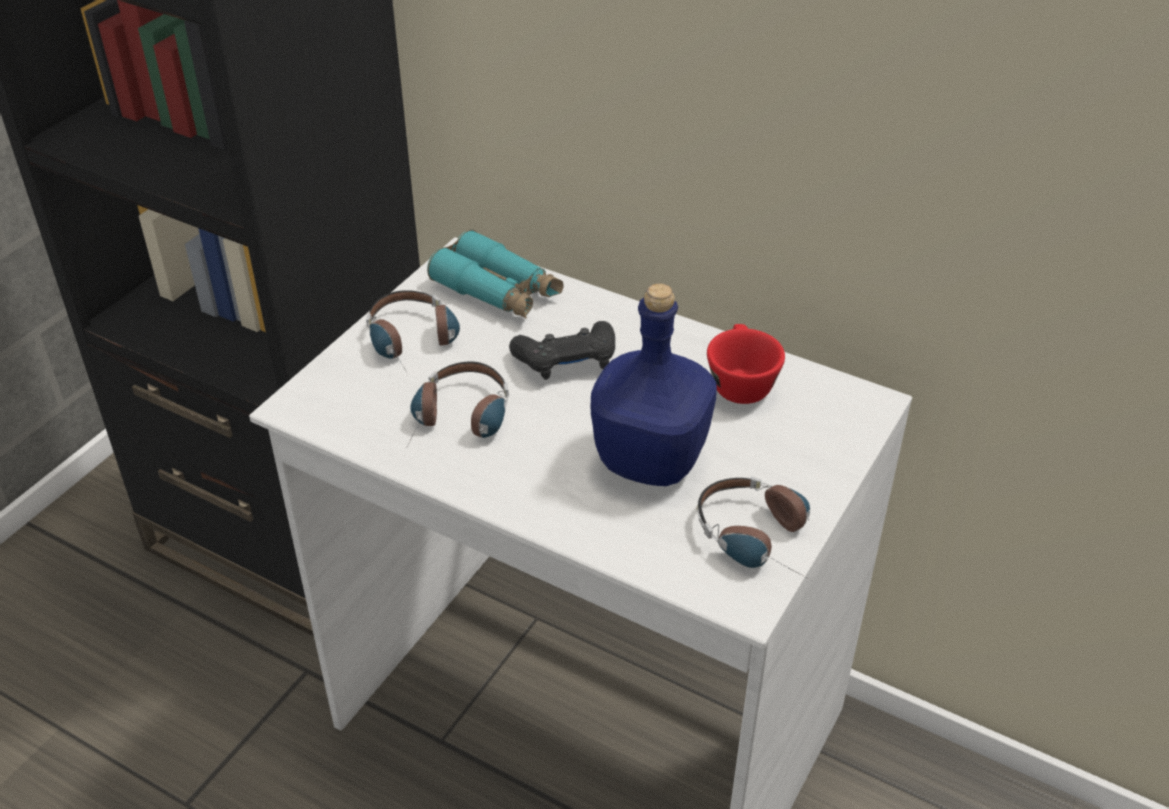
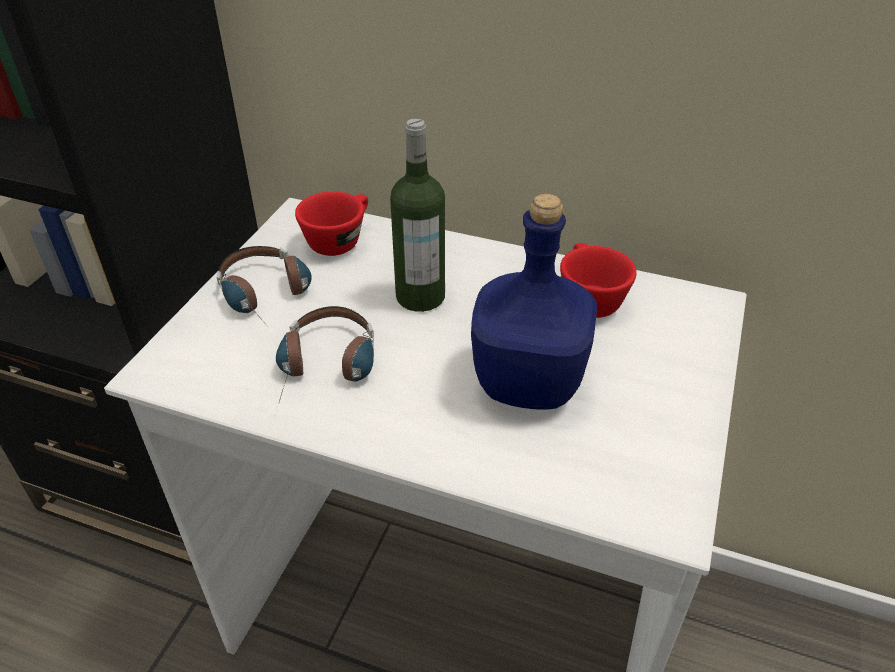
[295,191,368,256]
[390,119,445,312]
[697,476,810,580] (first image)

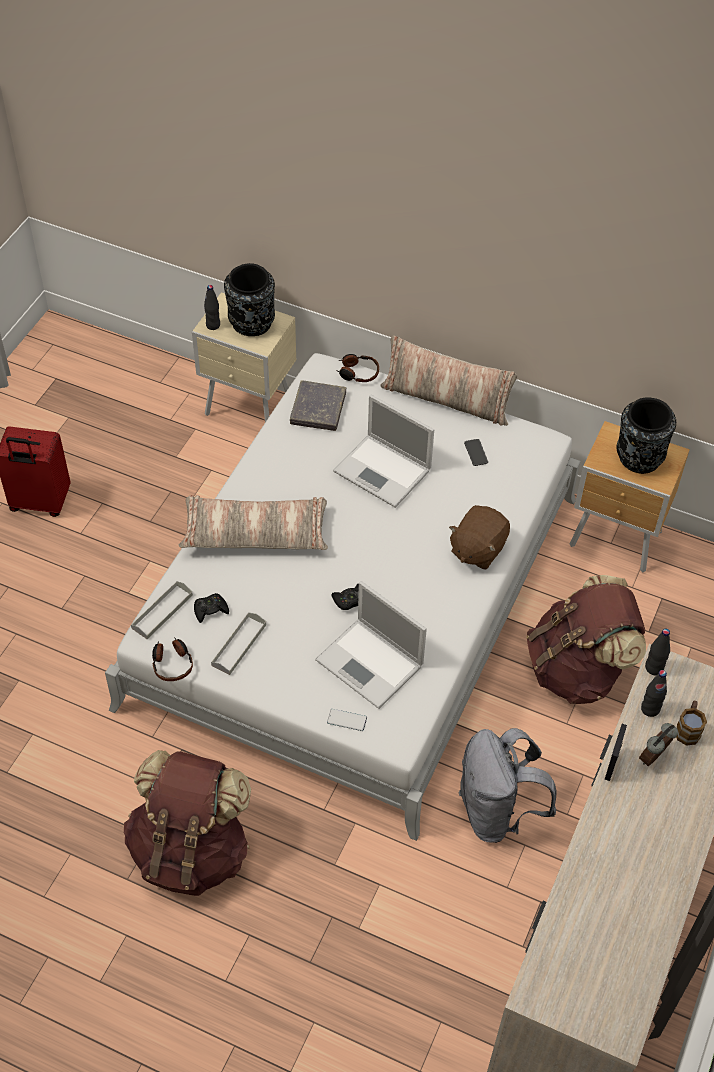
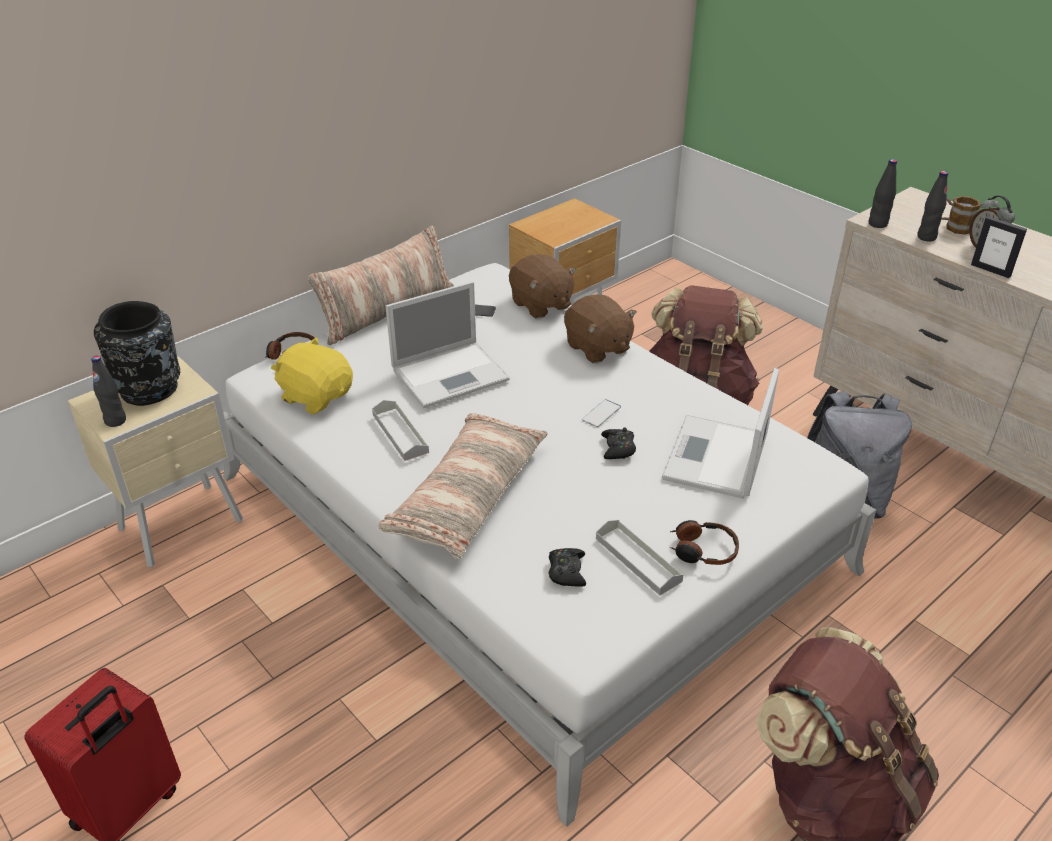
[271,337,353,415]
[372,400,429,461]
[509,254,576,319]
[582,399,621,427]
[662,368,779,499]
[670,520,739,565]
[616,398,676,474] (first image)

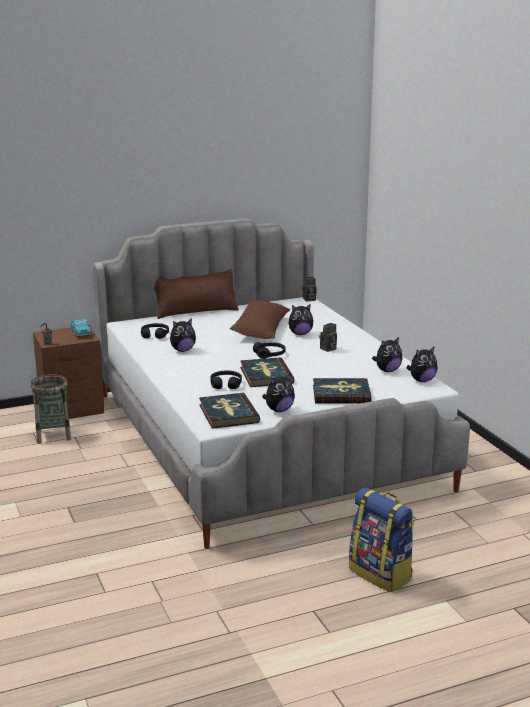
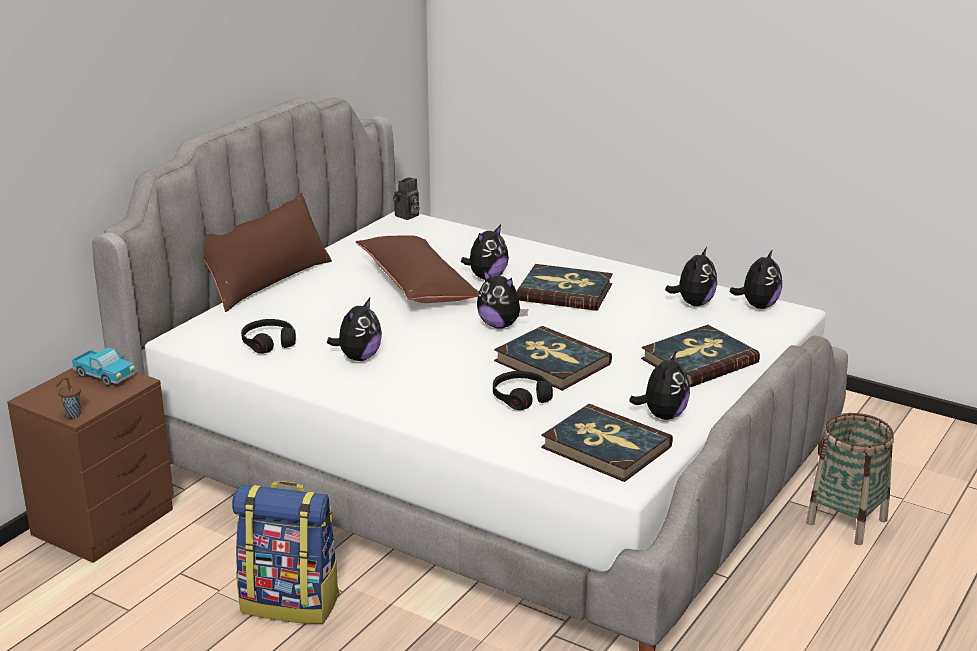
[232,481,340,624]
[477,270,528,329]
[517,264,613,311]
[806,413,894,545]

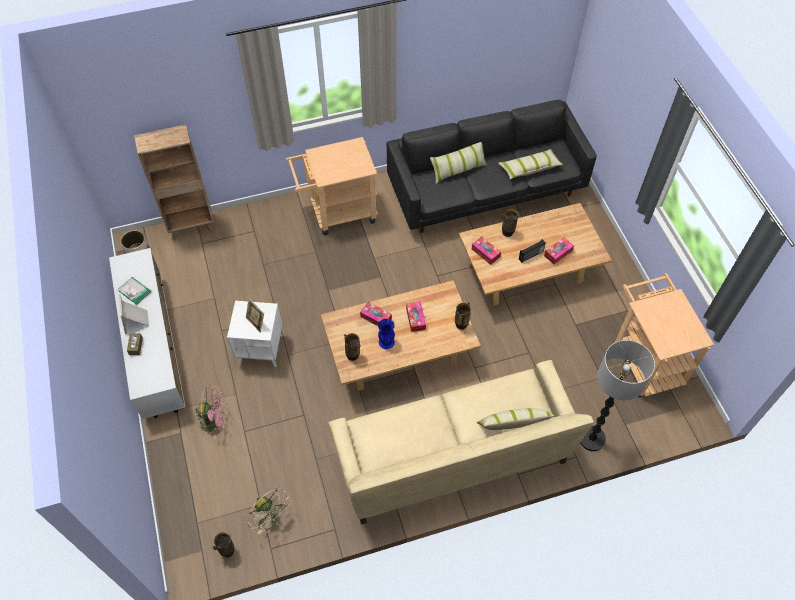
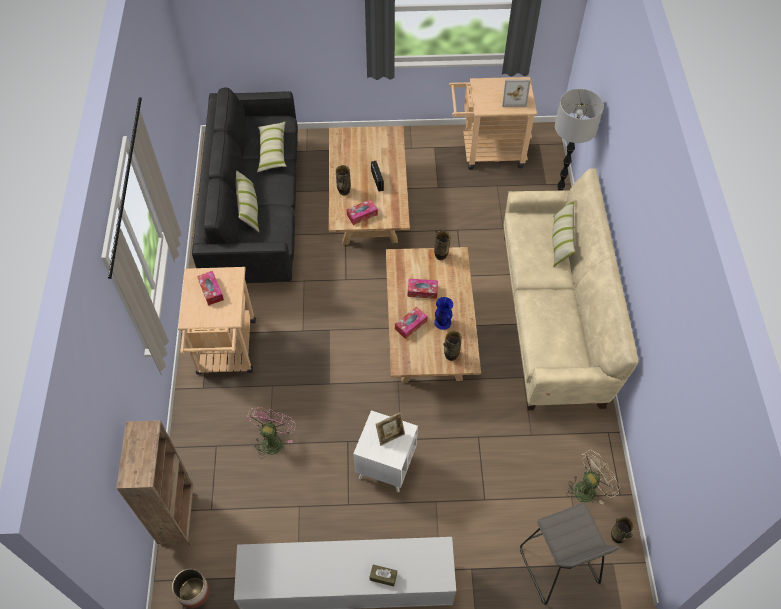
[197,271,224,306]
[246,407,296,459]
[502,80,531,107]
[520,503,620,605]
[117,277,151,305] (first image)

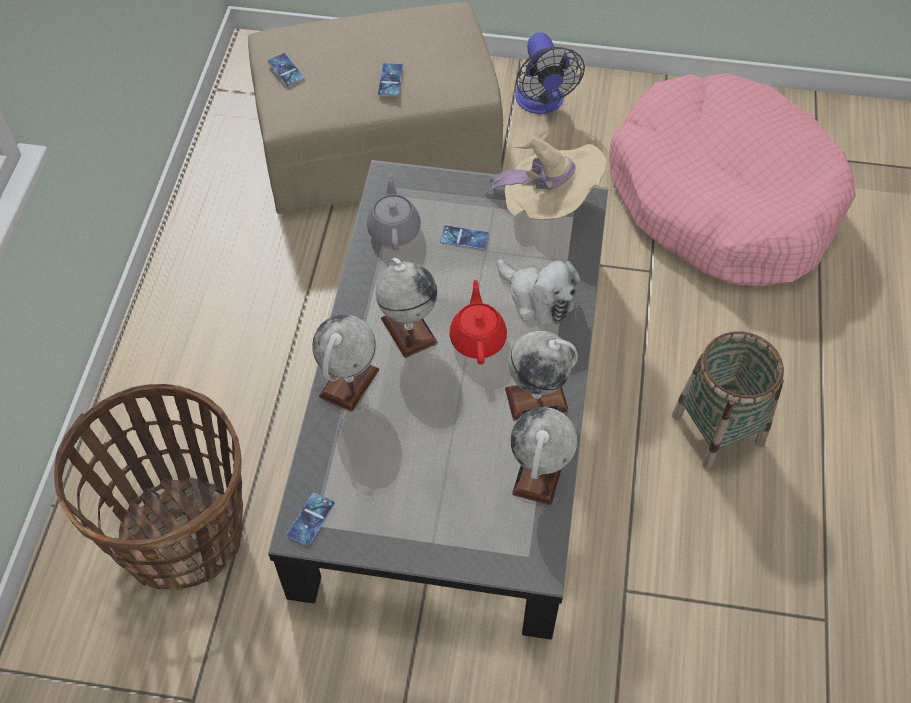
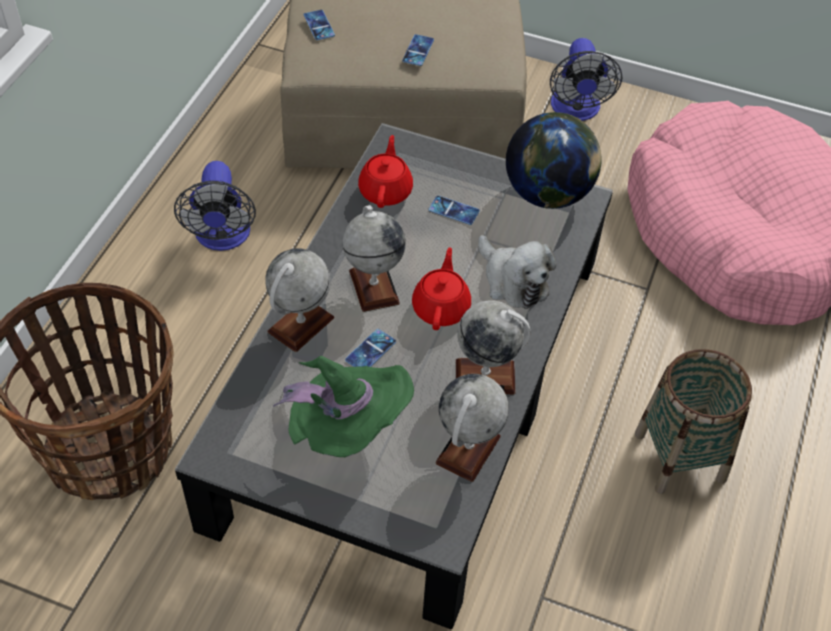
[174,161,256,251]
[273,356,414,457]
[345,329,396,367]
[358,135,413,208]
[506,112,602,209]

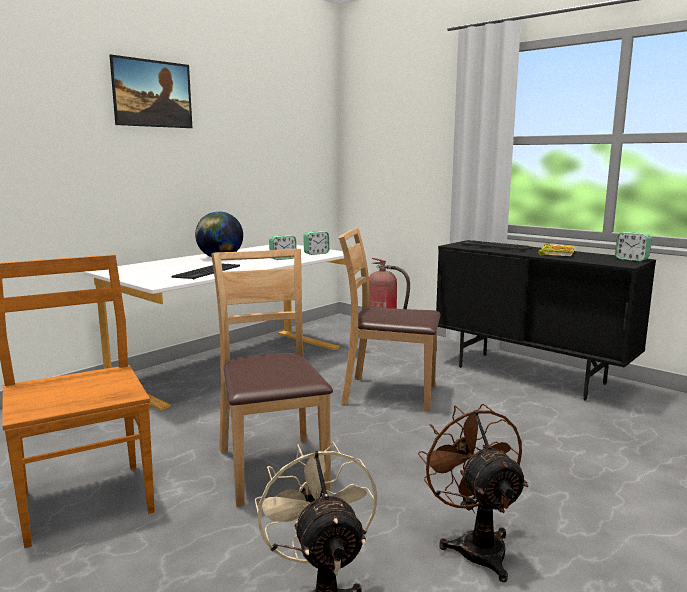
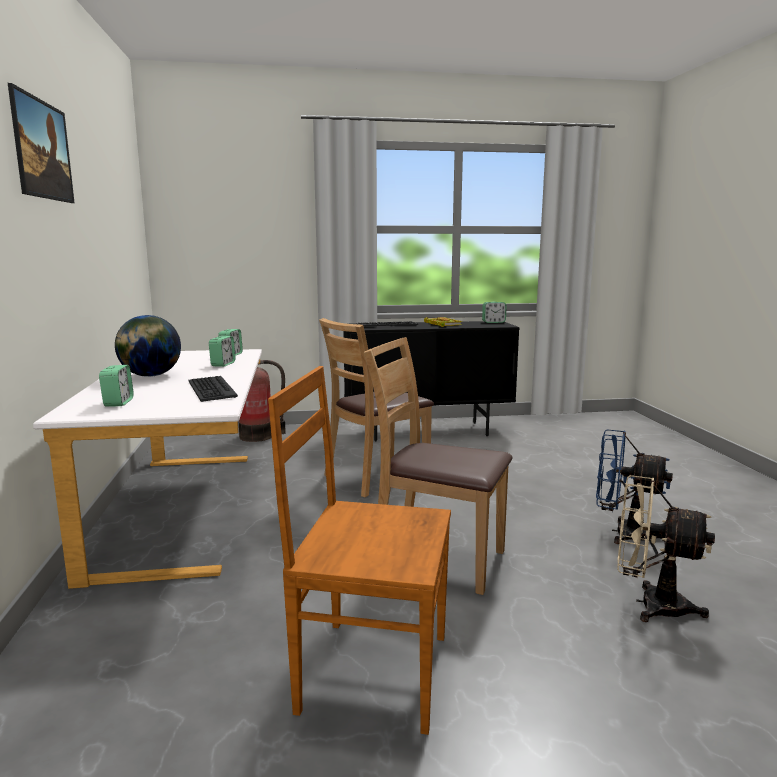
[99,365,134,407]
[596,429,673,544]

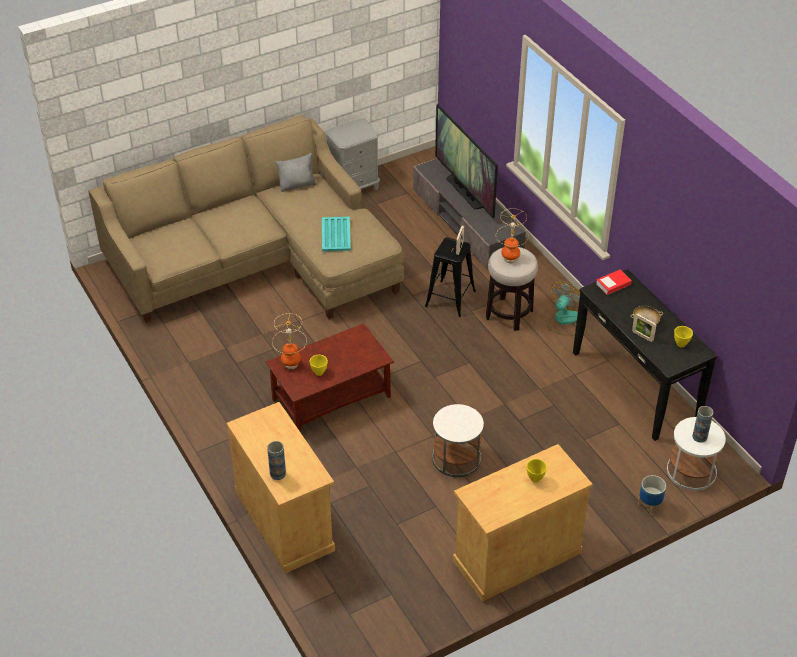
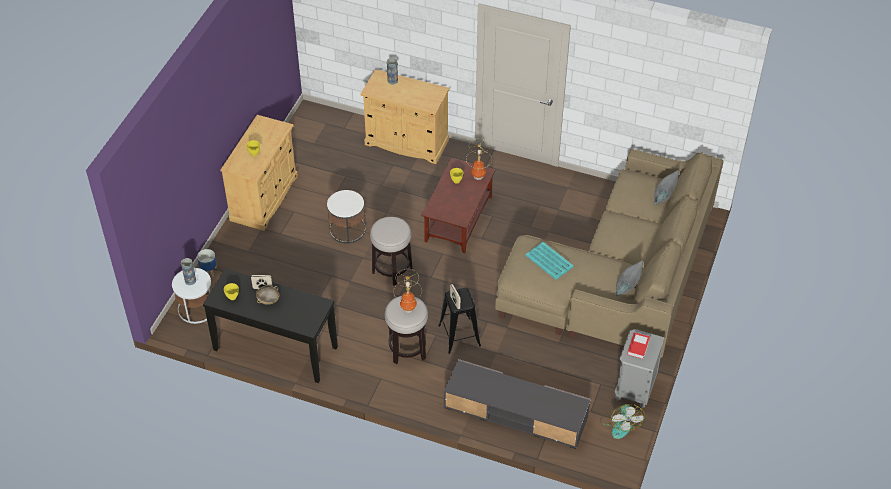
[370,217,412,286]
[600,404,645,439]
[627,332,650,359]
[654,170,679,205]
[435,104,498,218] (first image)

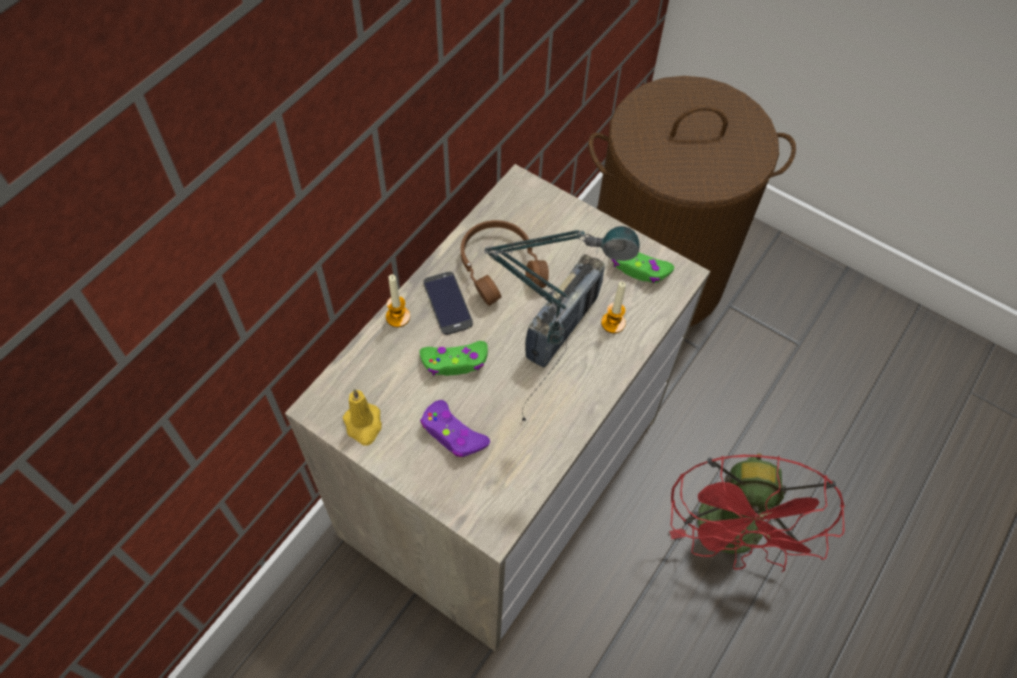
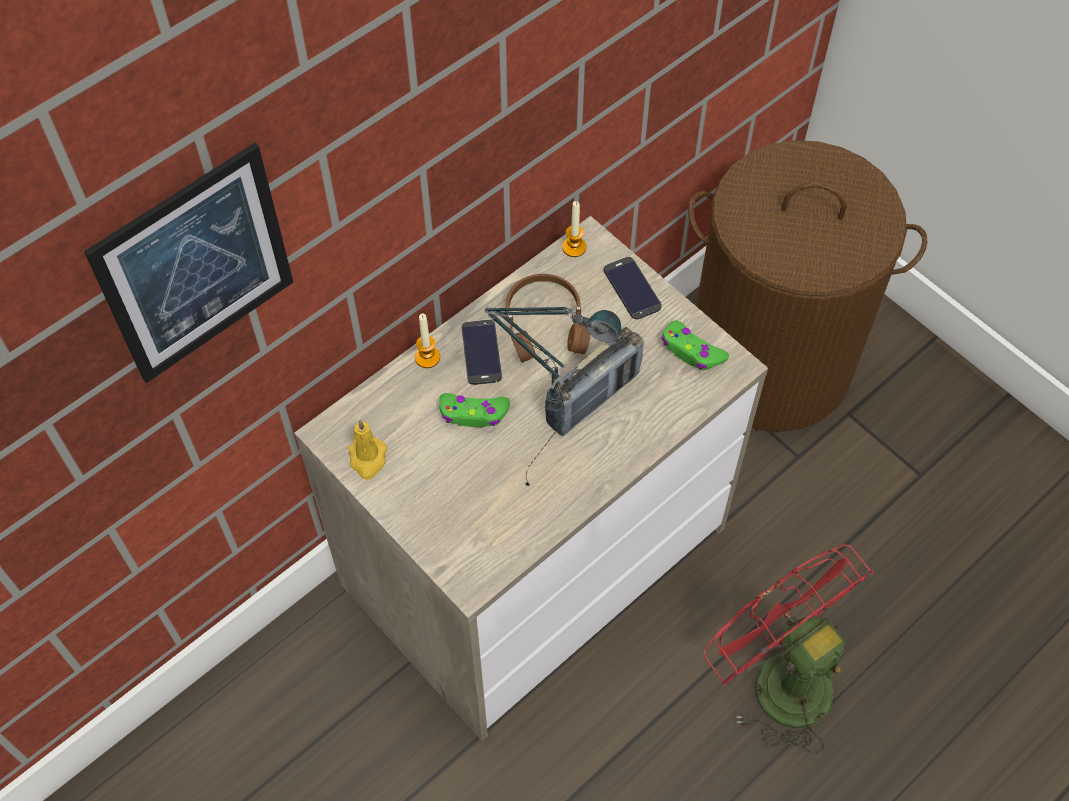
[84,143,293,383]
[562,201,586,257]
[604,257,662,319]
[703,544,874,754]
[420,400,490,457] (first image)

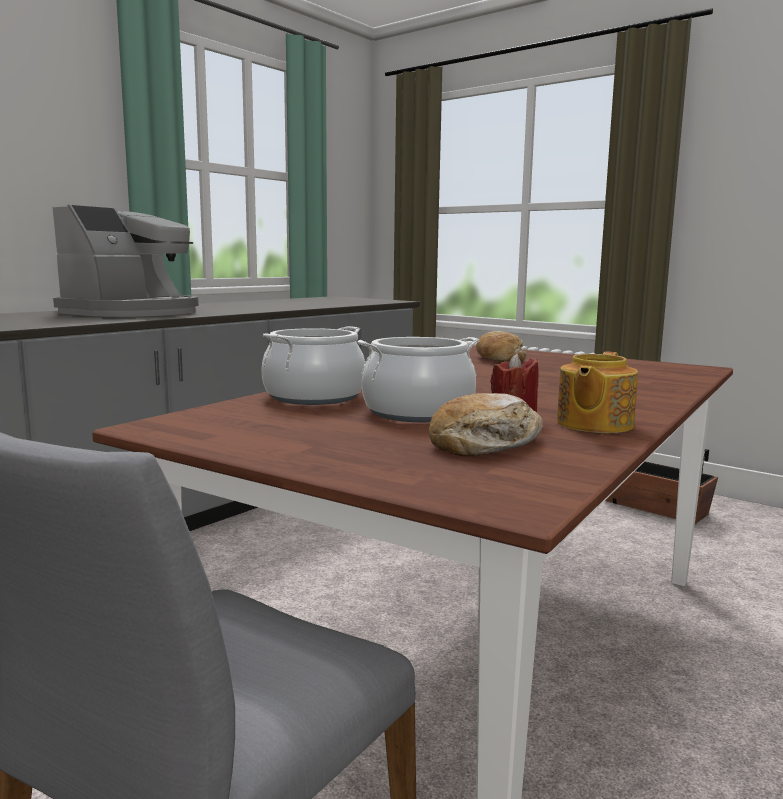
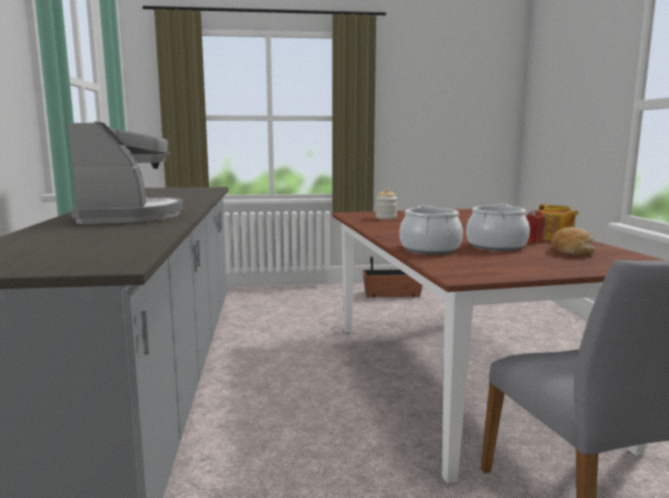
[375,188,397,219]

